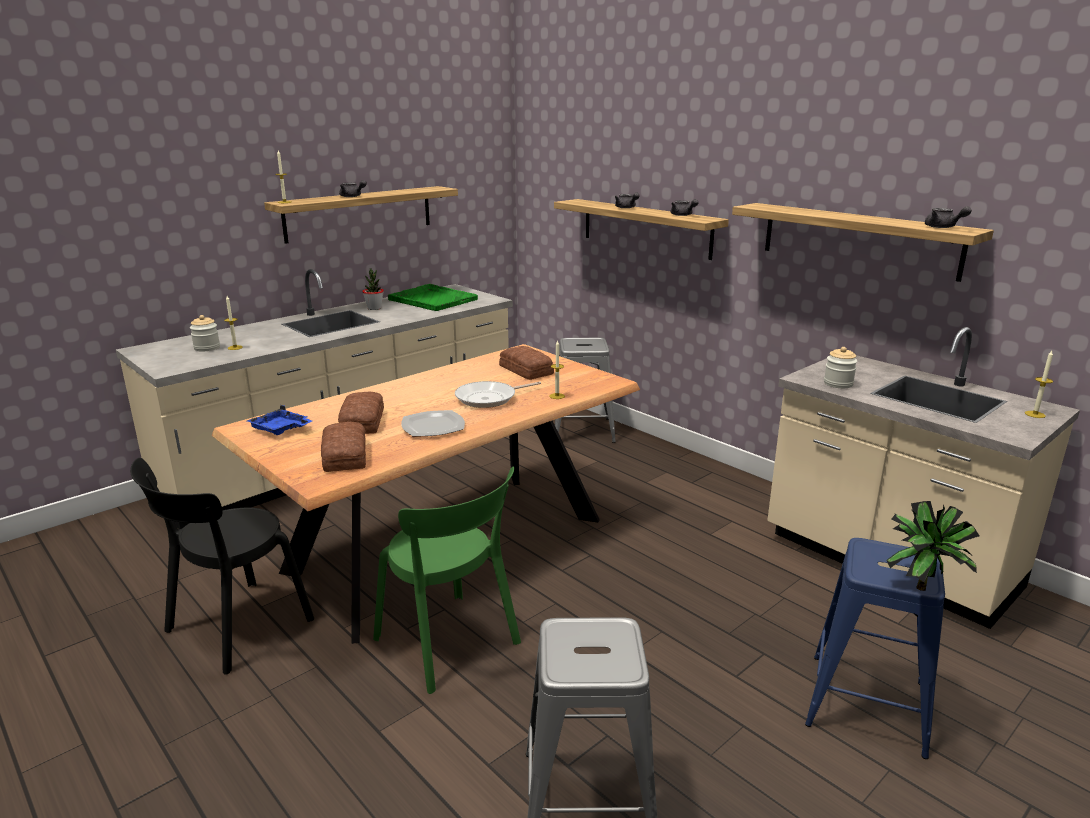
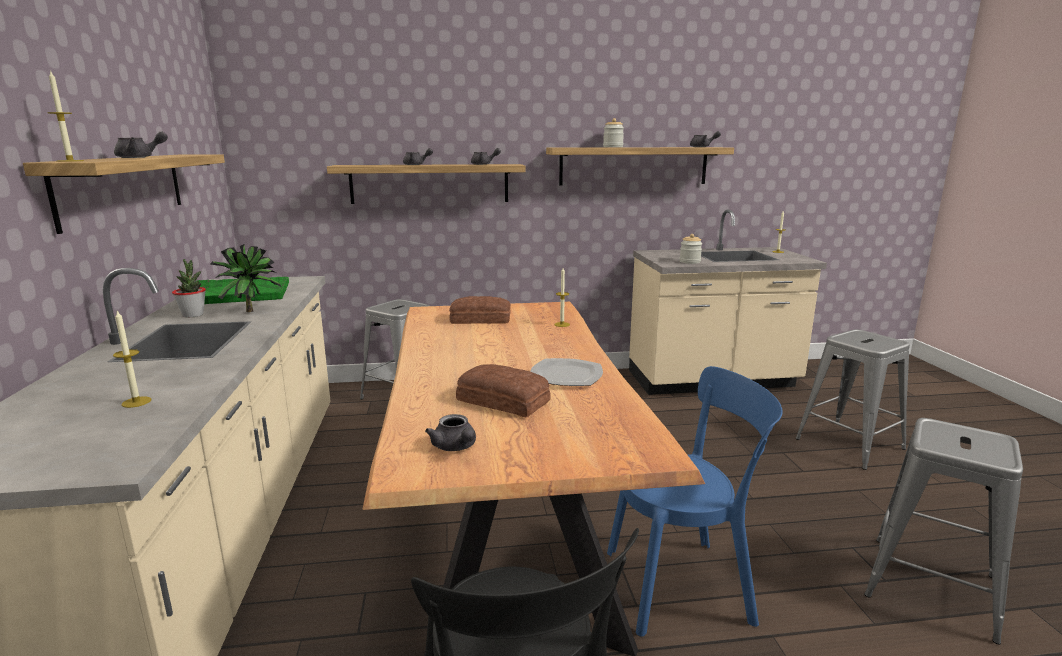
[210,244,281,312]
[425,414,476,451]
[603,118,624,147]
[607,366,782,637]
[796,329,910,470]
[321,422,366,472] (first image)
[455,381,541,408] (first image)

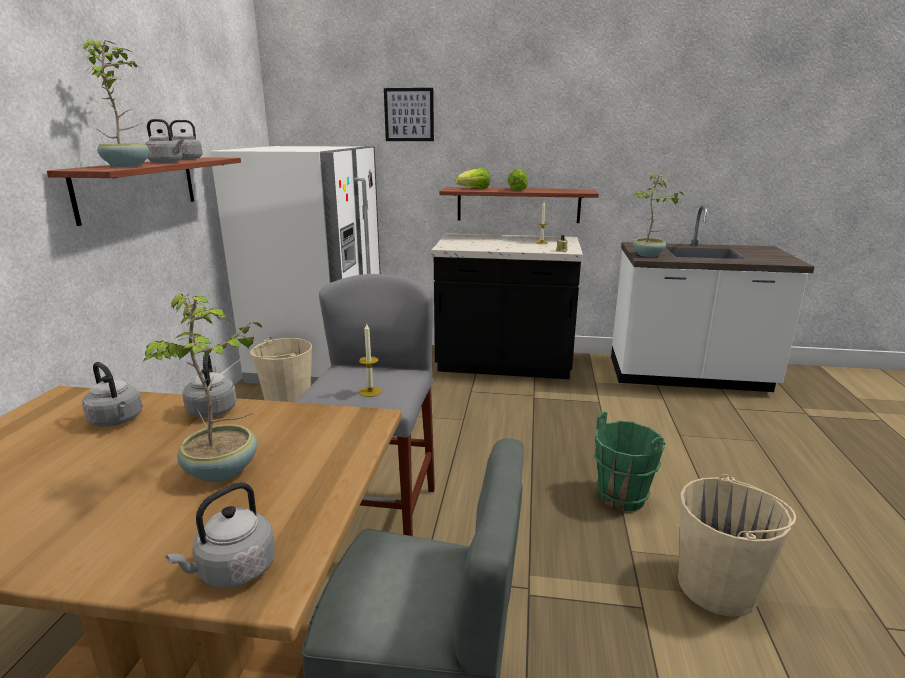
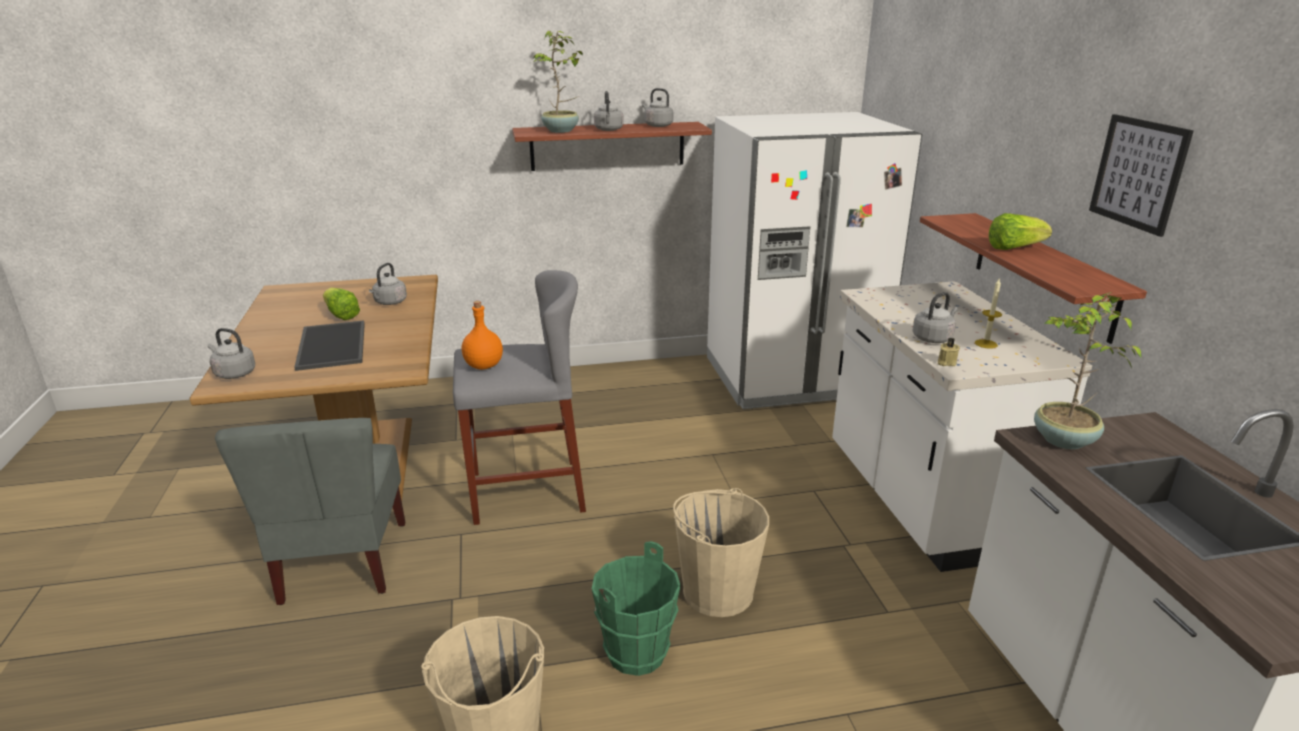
[294,320,365,371]
[323,287,360,320]
[462,301,503,370]
[673,488,769,617]
[832,281,1092,572]
[912,292,958,343]
[1089,114,1194,237]

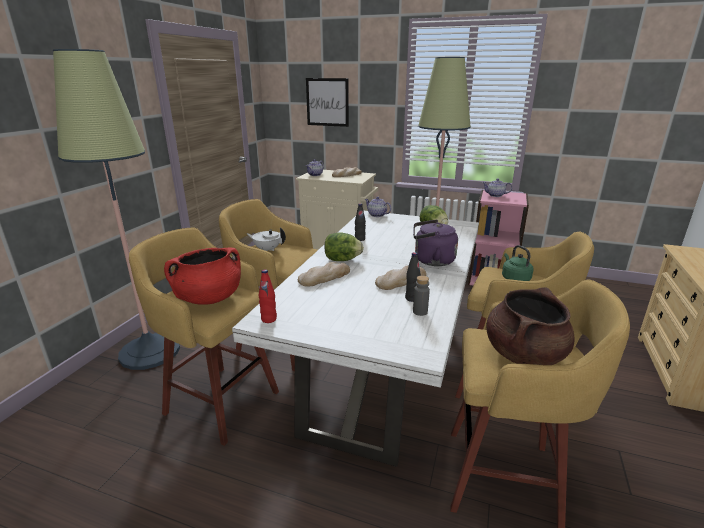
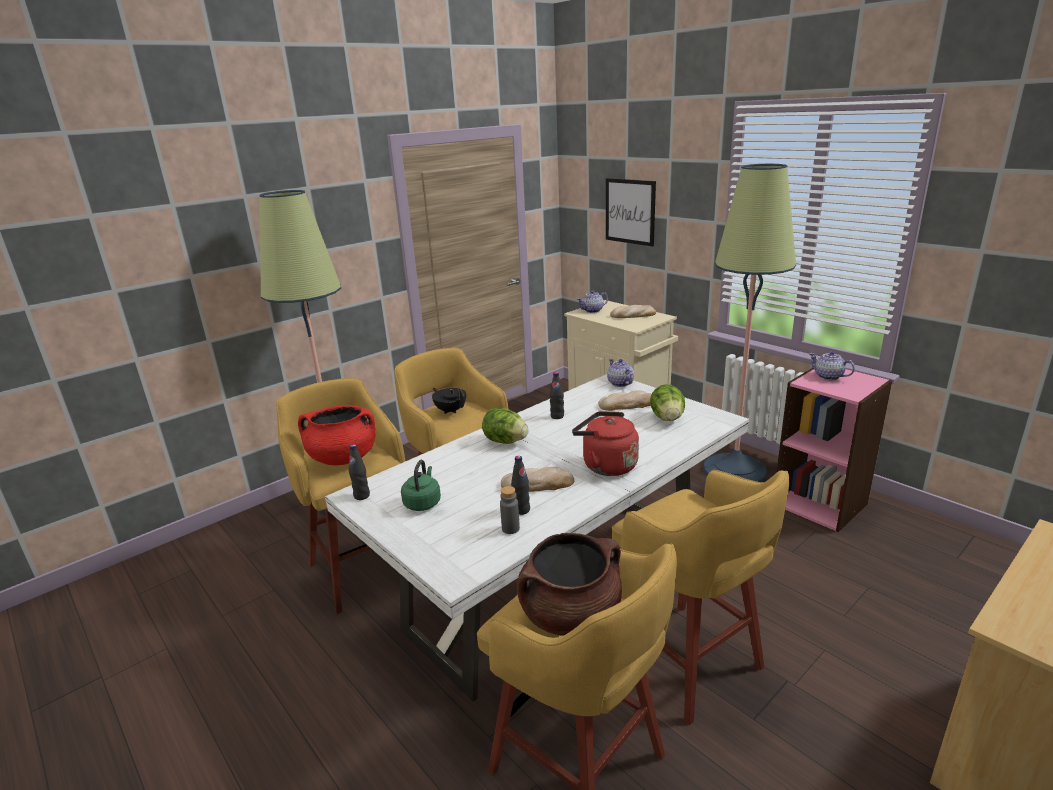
[349,444,370,500]
[401,460,441,511]
[432,388,466,414]
[572,411,639,476]
[598,390,652,411]

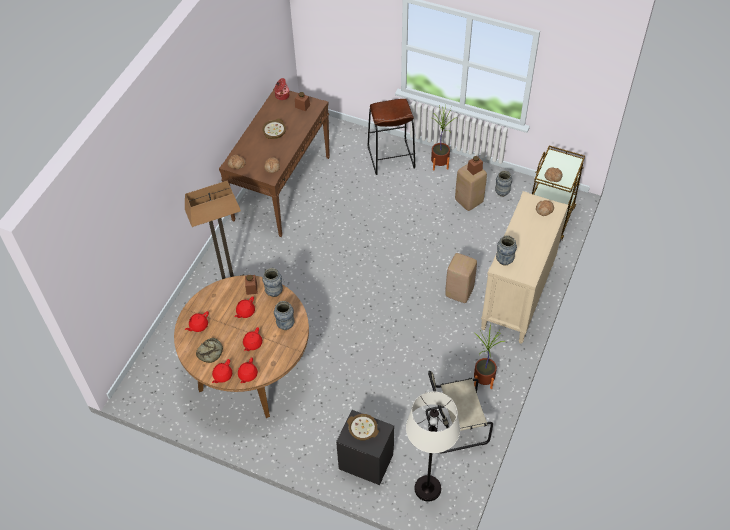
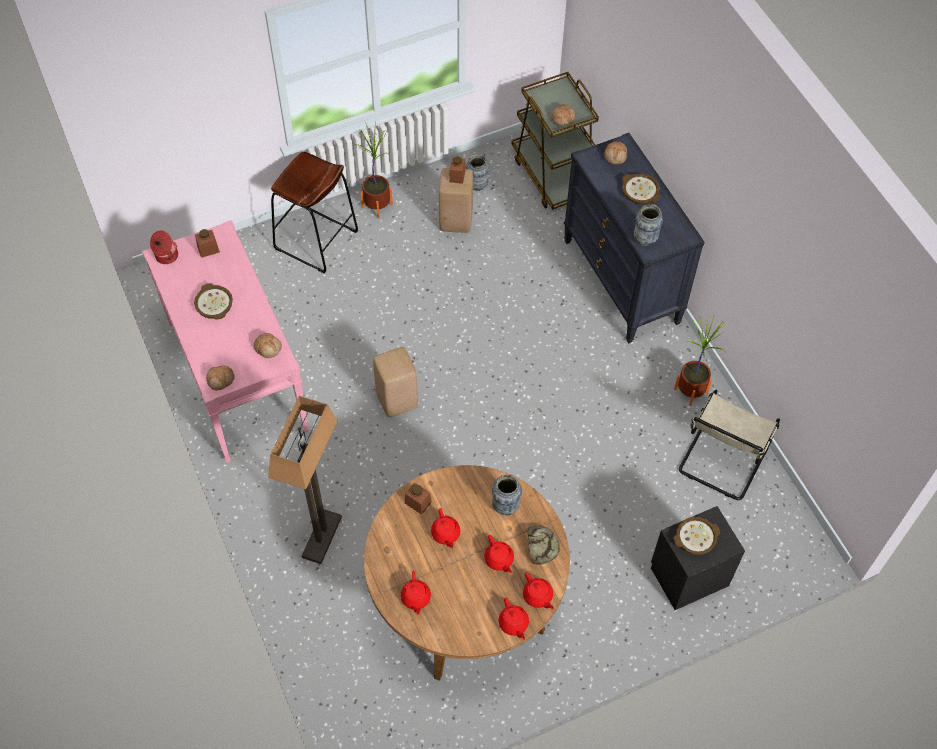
[142,220,309,463]
[373,347,418,417]
[528,526,560,565]
[564,133,705,343]
[622,173,660,204]
[262,268,283,297] (first image)
[406,391,460,502] (first image)

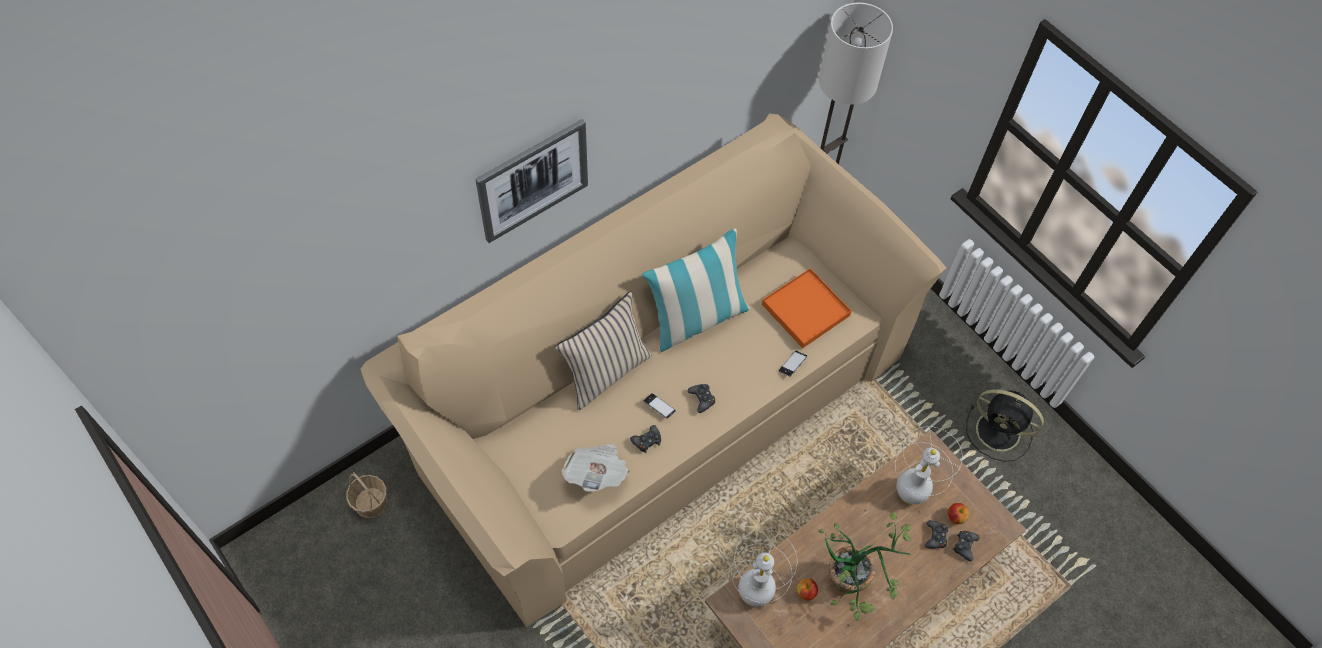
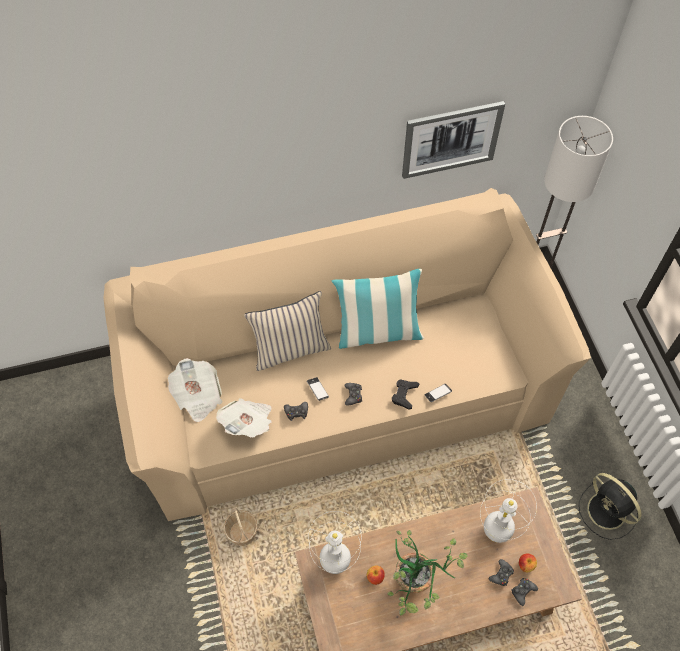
[168,358,223,422]
[224,508,258,546]
[392,380,419,410]
[402,101,505,179]
[762,268,852,348] (first image)

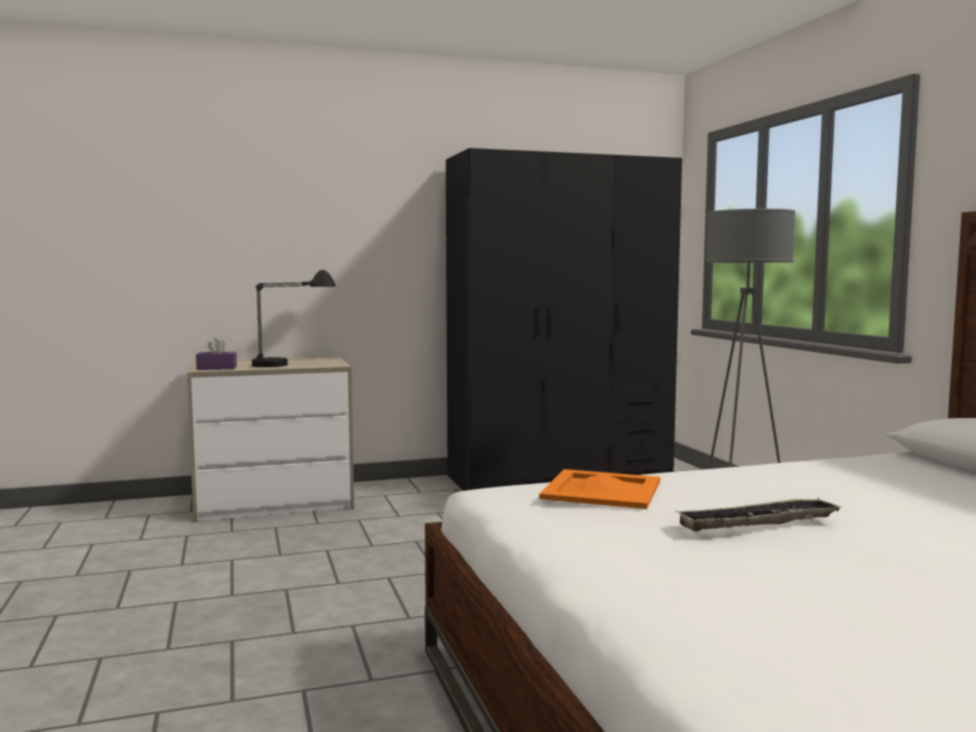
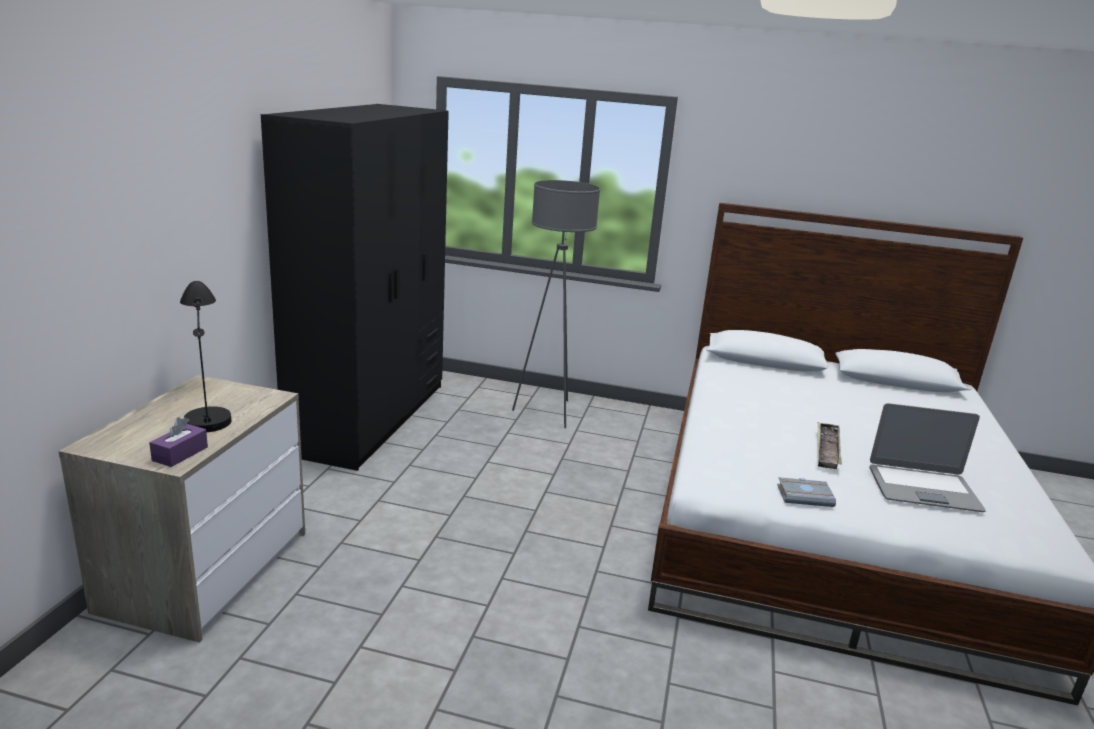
[777,477,836,507]
[869,403,986,512]
[539,469,660,509] (first image)

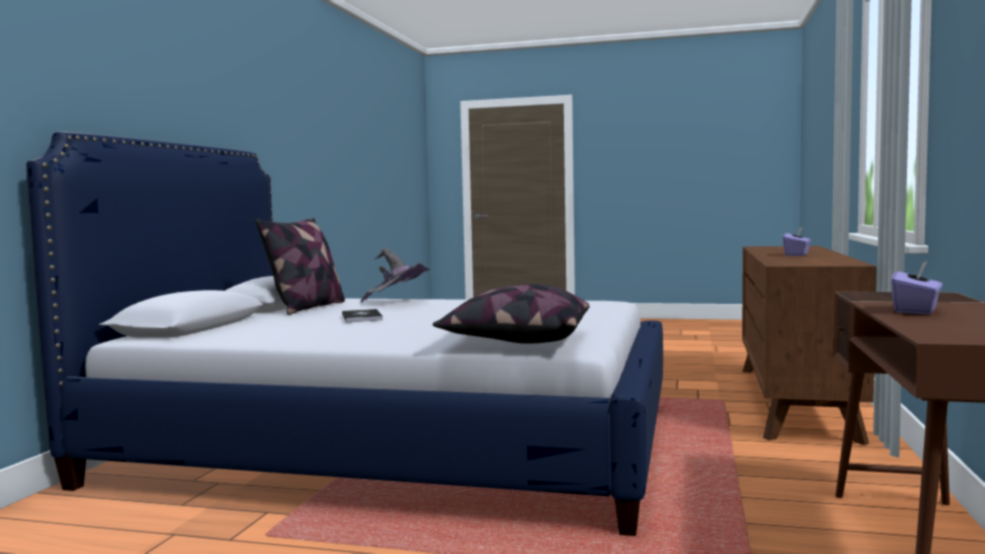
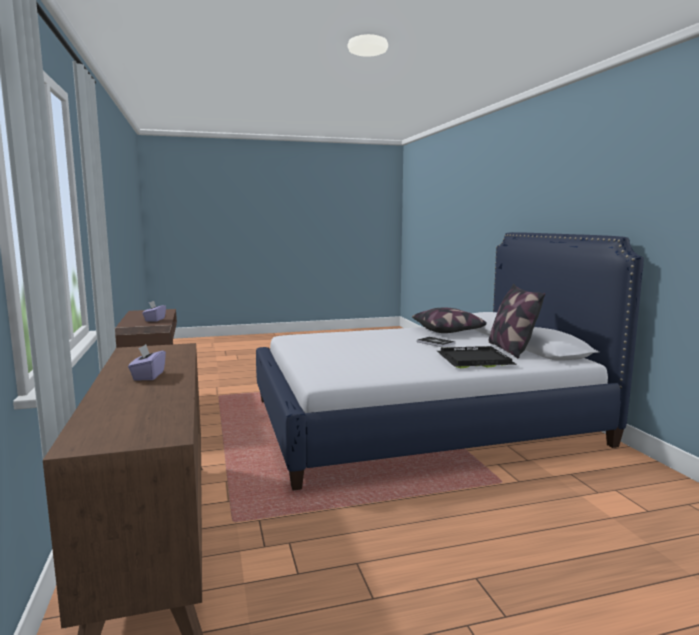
[412,308,487,333]
[437,346,518,368]

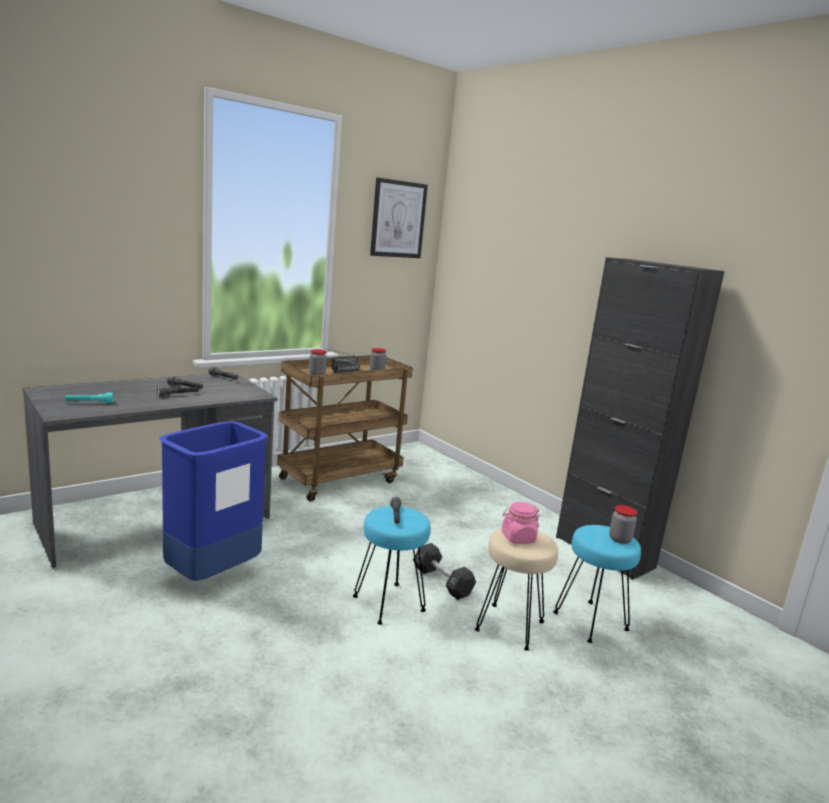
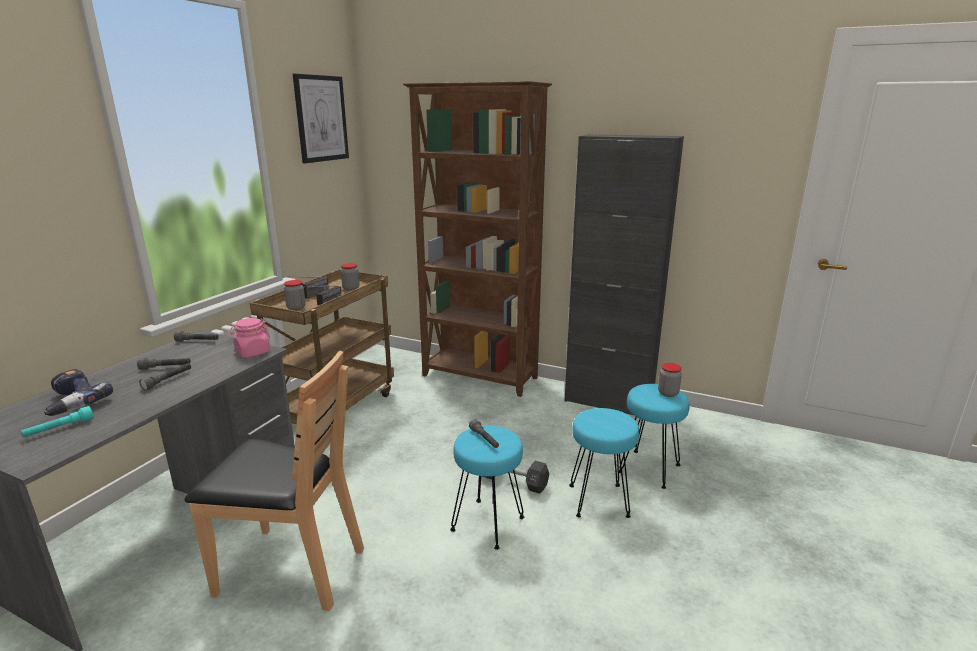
[44,369,113,416]
[184,351,364,611]
[229,318,270,358]
[403,81,552,397]
[569,408,639,518]

